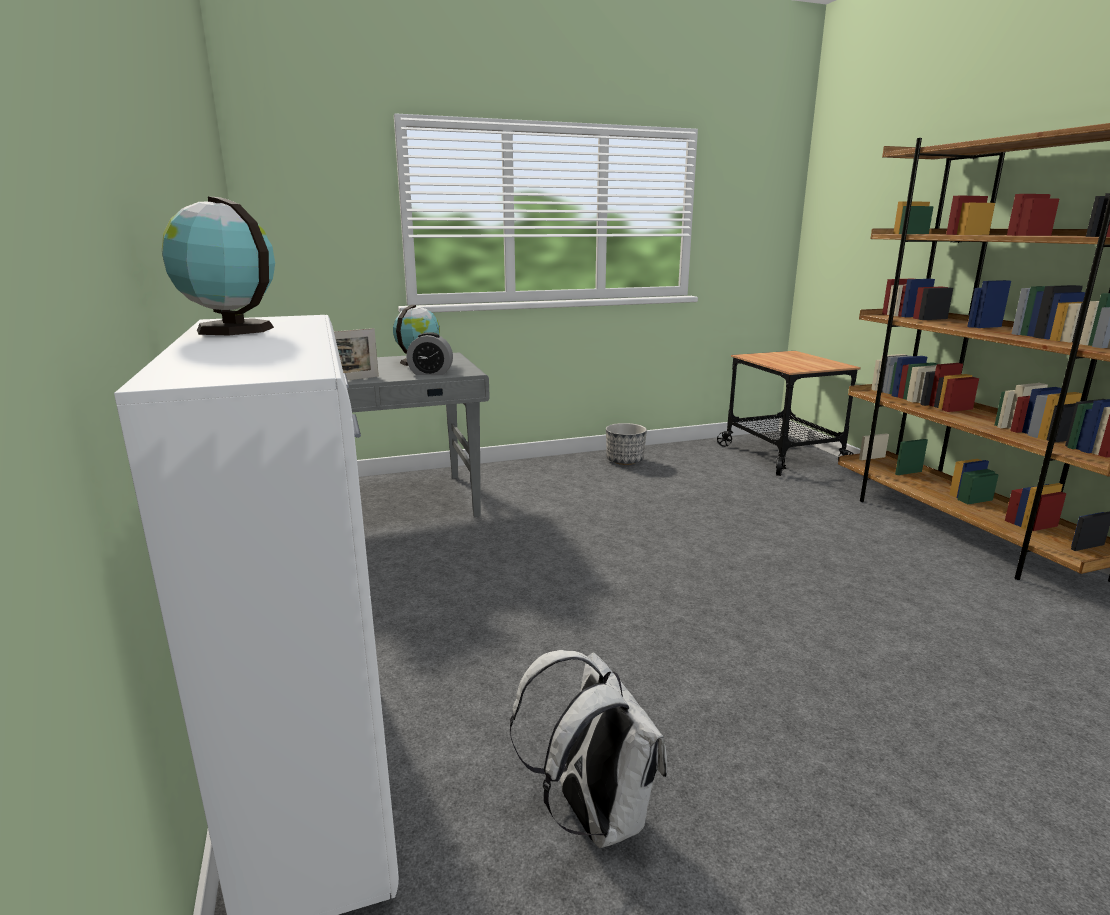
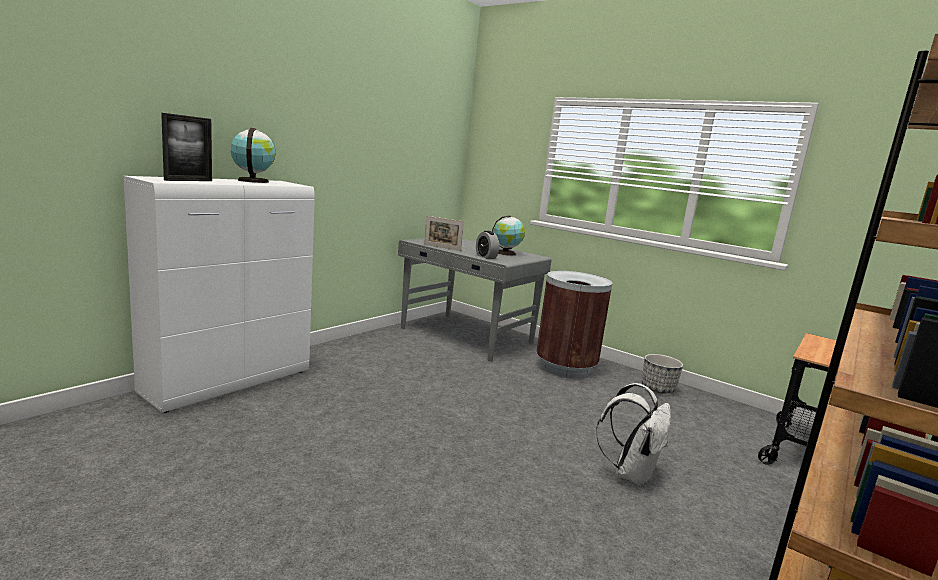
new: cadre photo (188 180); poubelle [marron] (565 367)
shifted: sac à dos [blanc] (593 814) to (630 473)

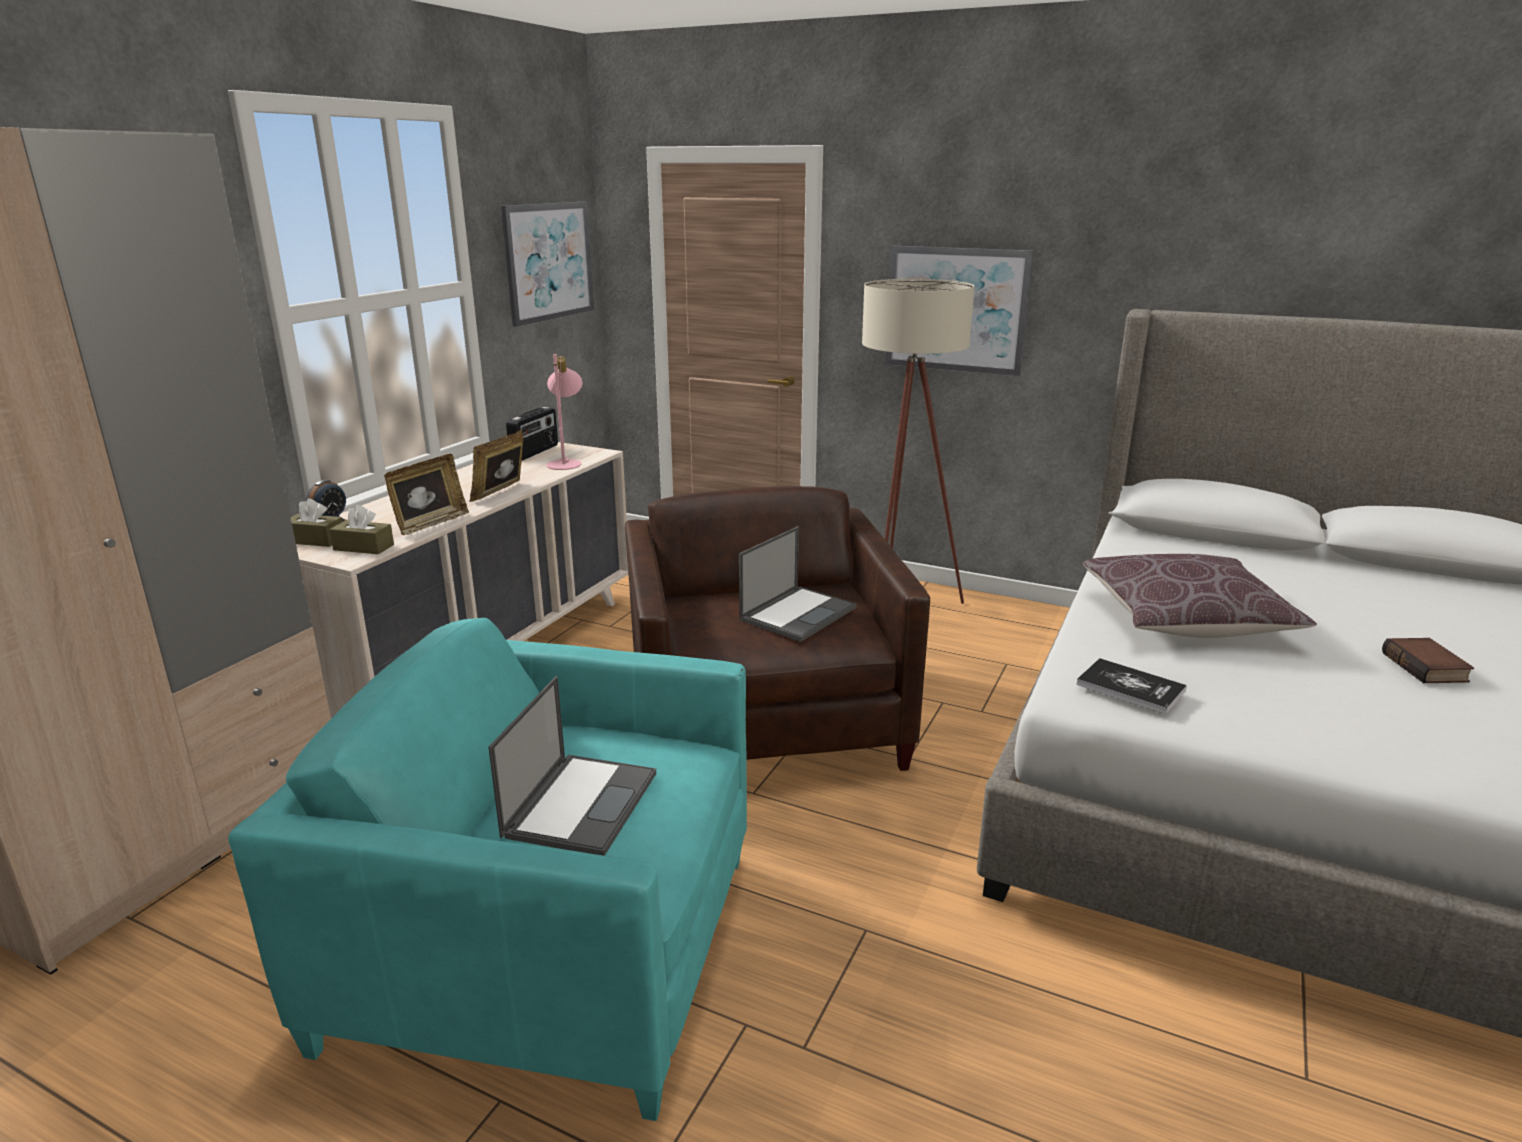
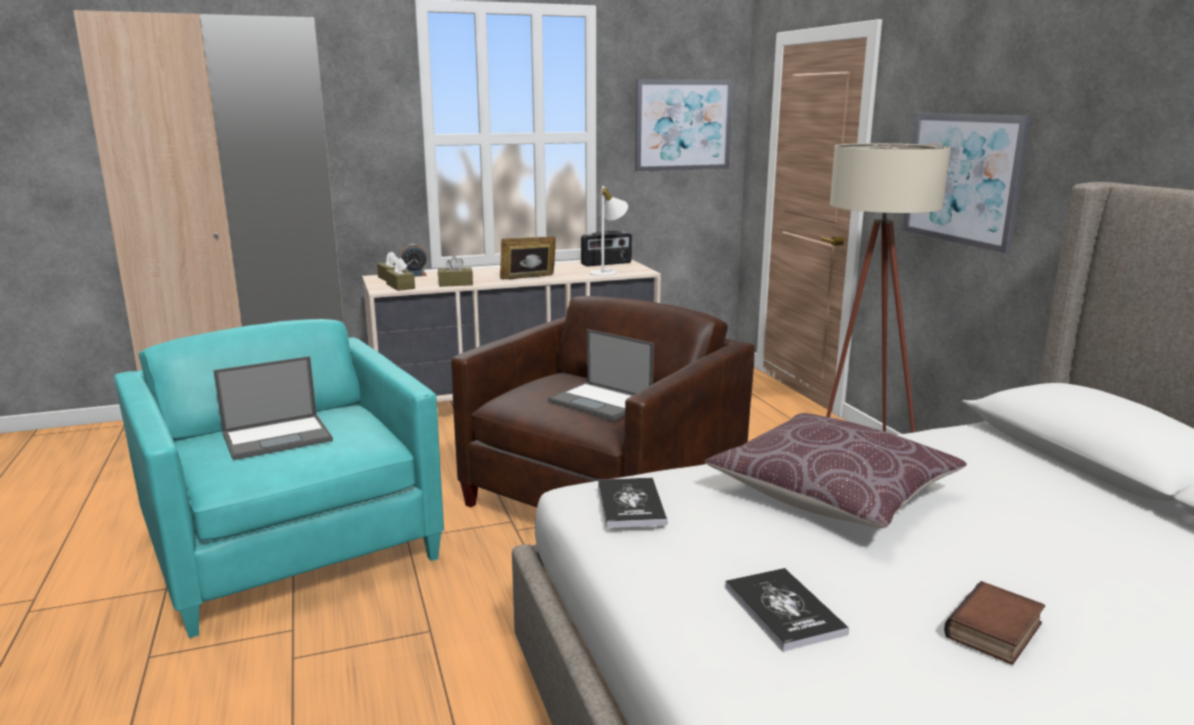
new: livre (783 610)
swapped: cadre photo (430 523) to boîte à mouchoirs [marron] (455 284)
repainted: lampe de table [rose] (566 463) to lampe de table [blanc] (607 272)
rotated: ordinateur portable (798 613) = (601 402) 45 degrees clockwise

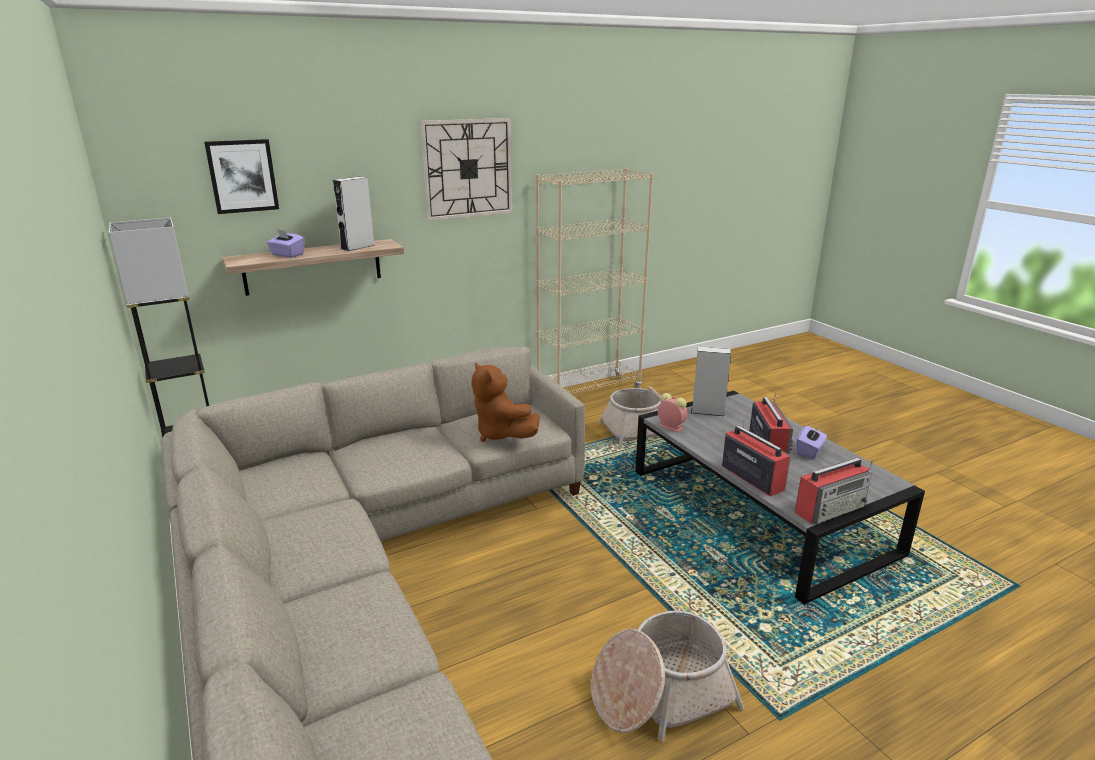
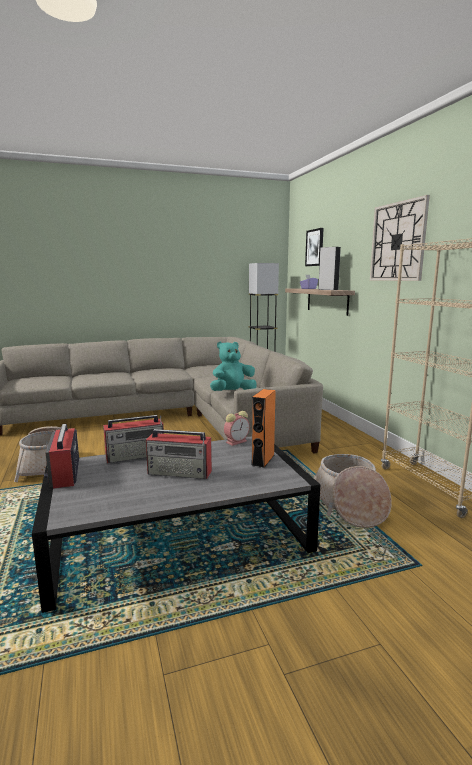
gone: boîte à mouchoirs [violet] (809 451)
repainted: peluche [marron] (501 434) to peluche [turquoise] (232 392); enceinte [gris] (707 412) to enceinte [orange] (263 460)

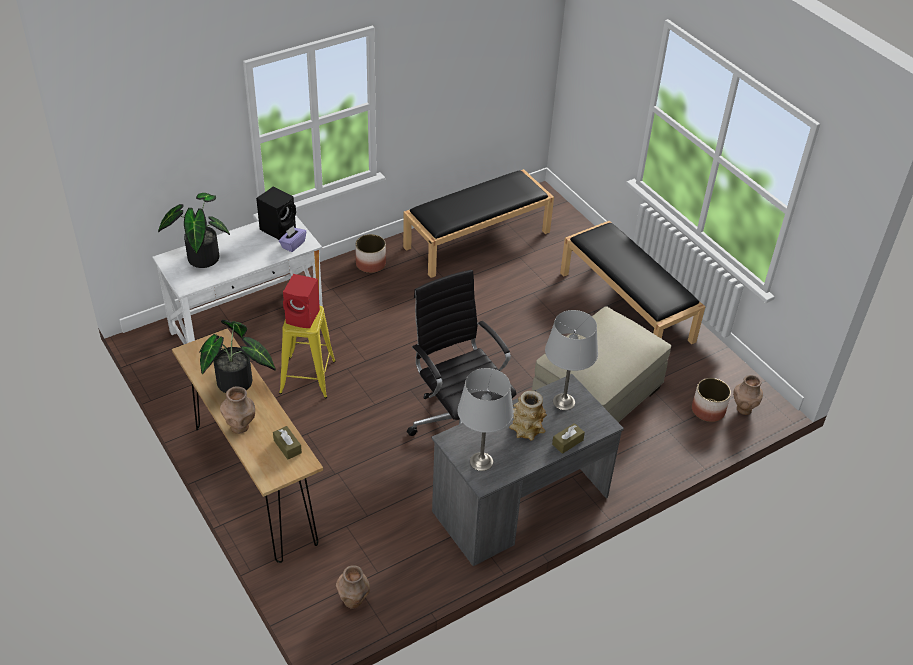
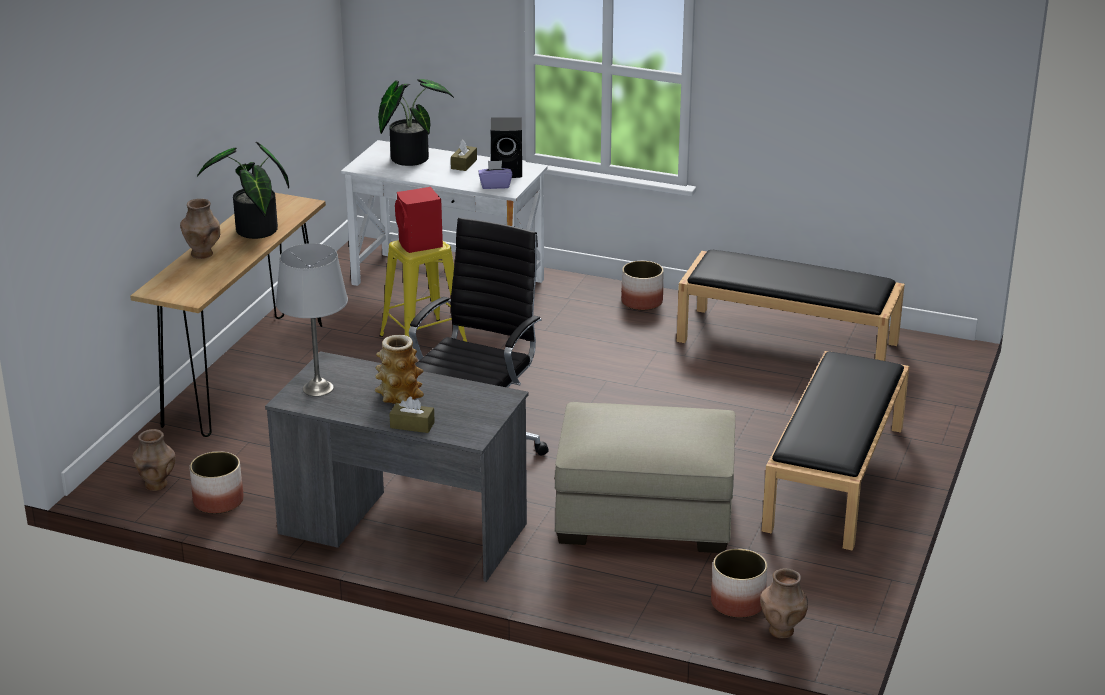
gone: lampe de table [gris] (563 402)
new: cache-pot (219 501)
shifted: boîte à mouchoirs [marron] (287 446) to (464 164)

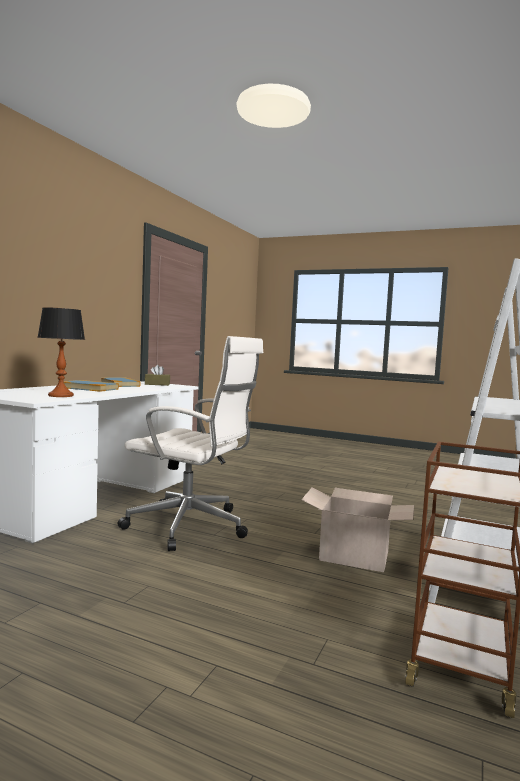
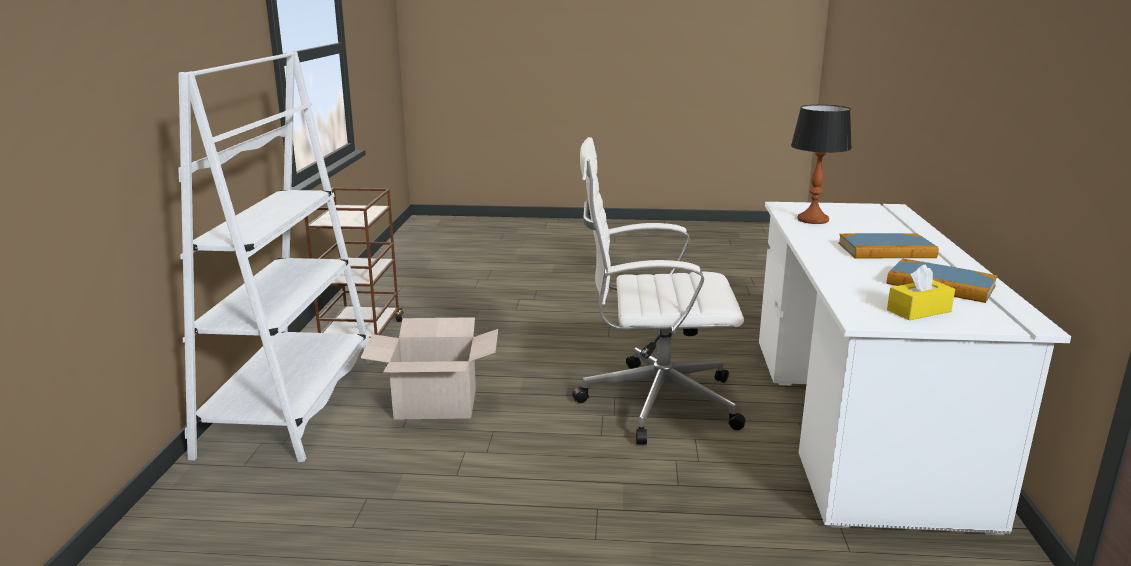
repainted: boîte à mouchoirs [marron] (157 384) to boîte à mouchoirs [jaune] (918 311)

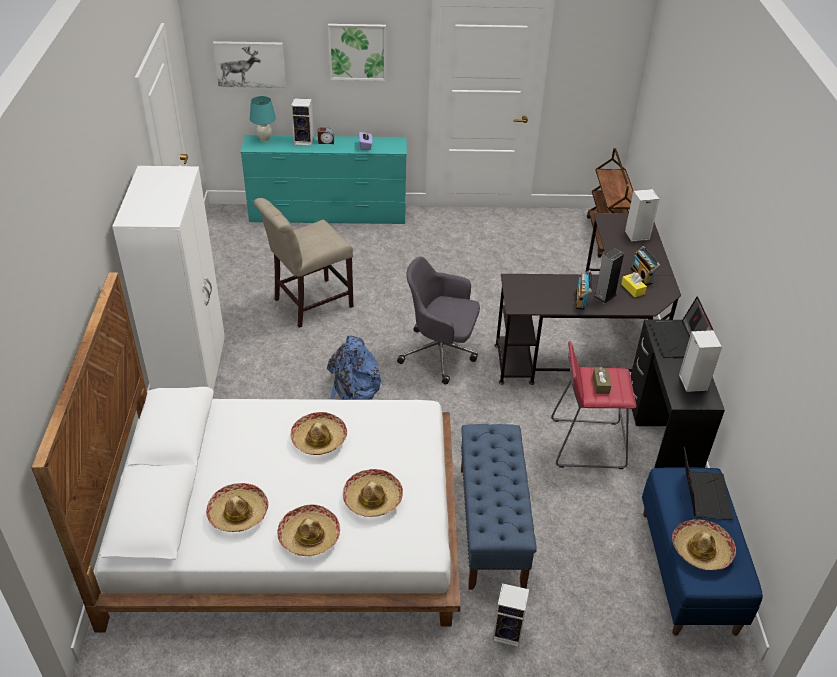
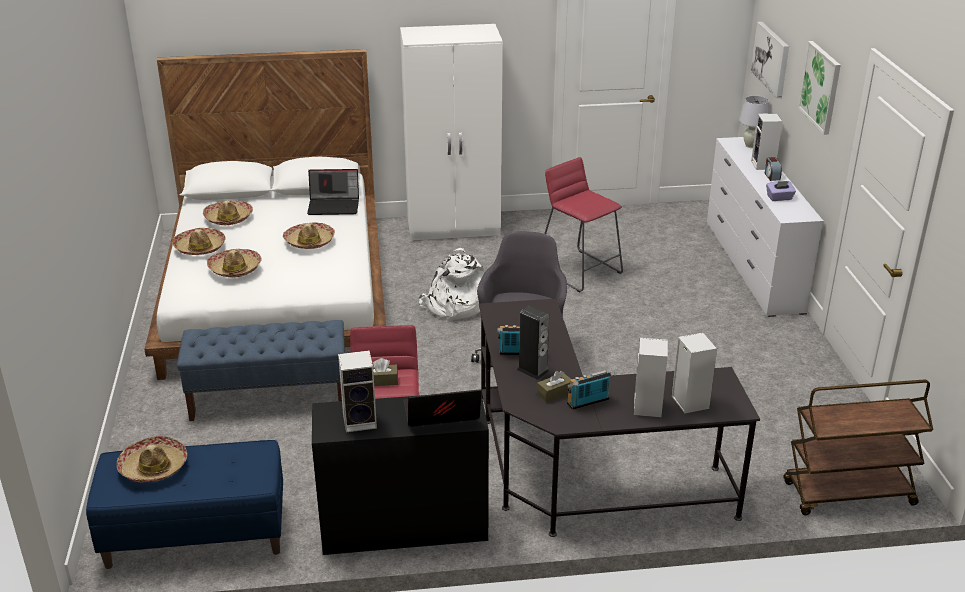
shifted: enceinte (509 633) to (648 408); ordinateur portable (702 494) to (334 206)
swapped: chaise [beige] (309 304) to tabouret [rouge] (579 271)
repainted: commode [turquoise] (328 215) to commode [blanc] (752 265); lampe de table [turquoise] (265 139) to lampe de table [blanc] (751 146); sac à dos [bleu] (352 389) to sac à dos [blanc] (453 307); boîte à mouchoirs [jaune] (632 289) to boîte à mouchoirs [marron] (554 393)

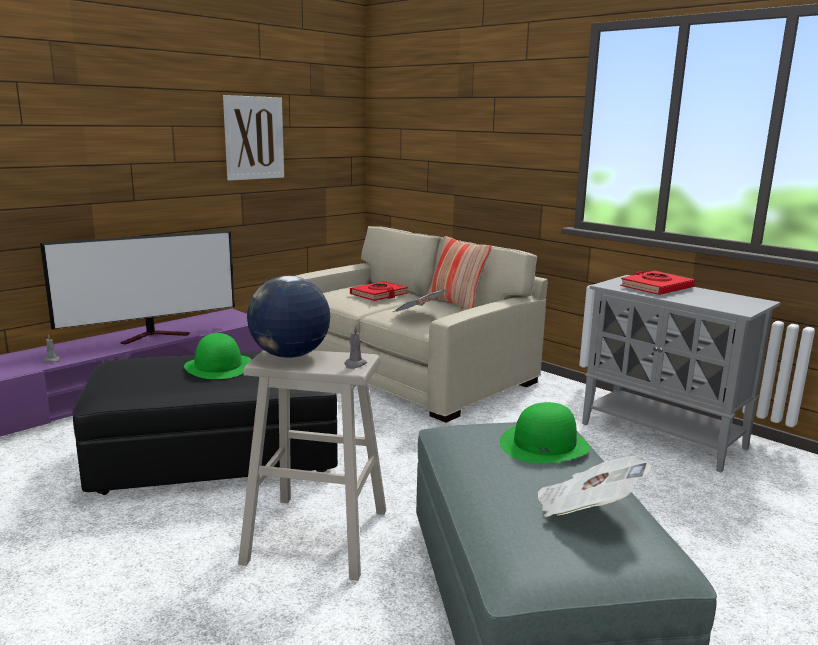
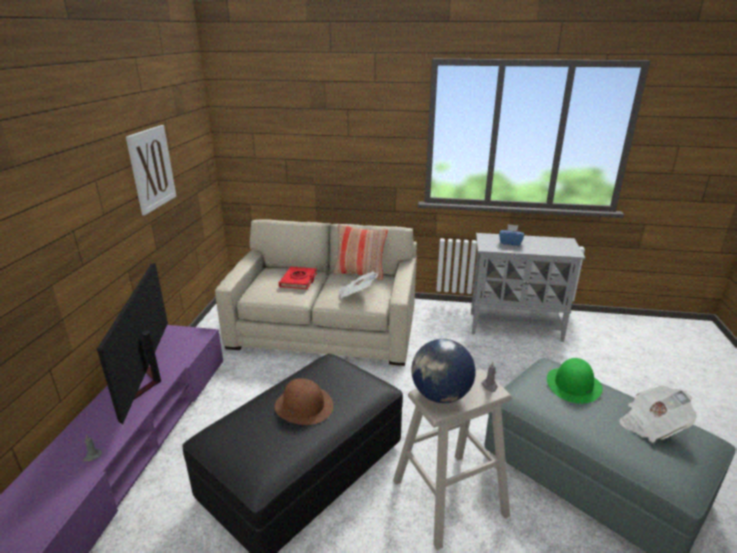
swapped: livre [rouge] (656 288) to boîte à mouchoirs [bleu] (510 242)
repainted: chapeau [vert] (219 366) to chapeau [marron] (304 406)
rotated: téléviseur (155 336) = (147 383) 150 degrees clockwise

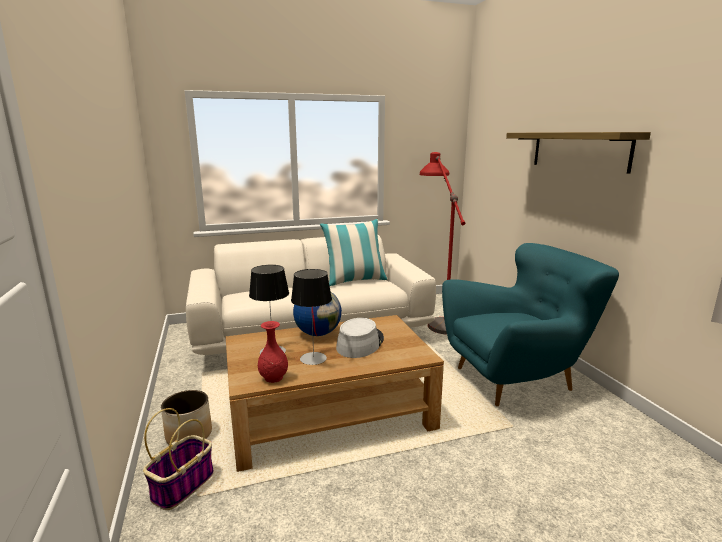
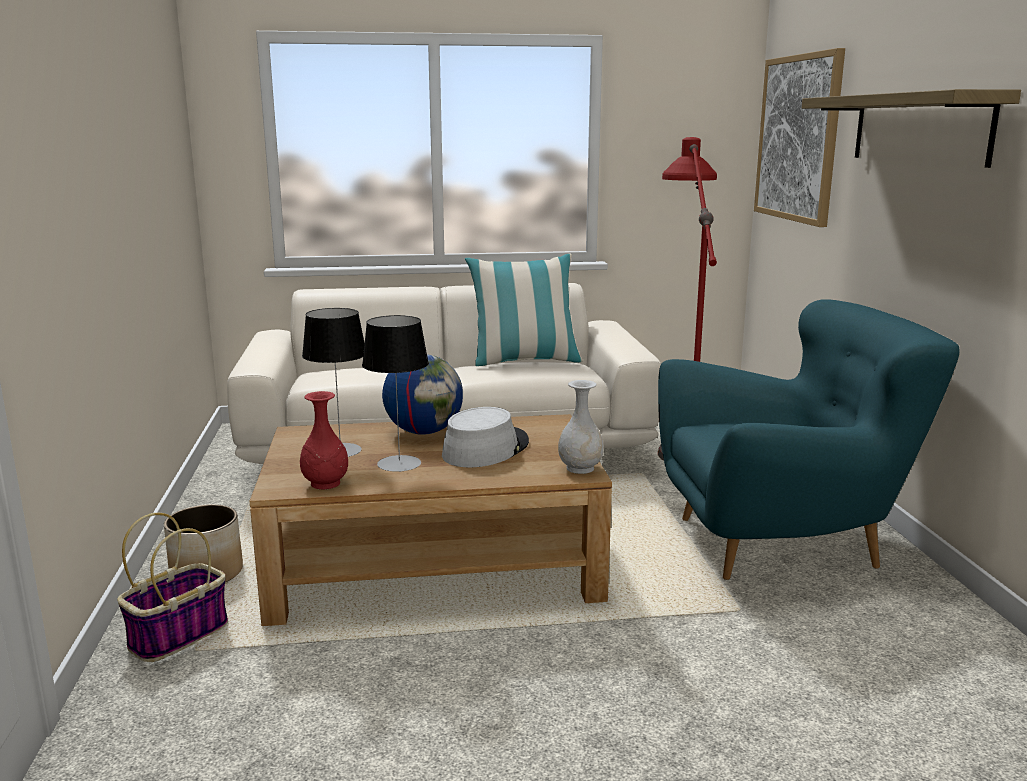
new: vase [blanc] (580 468); tableau (798 138)

